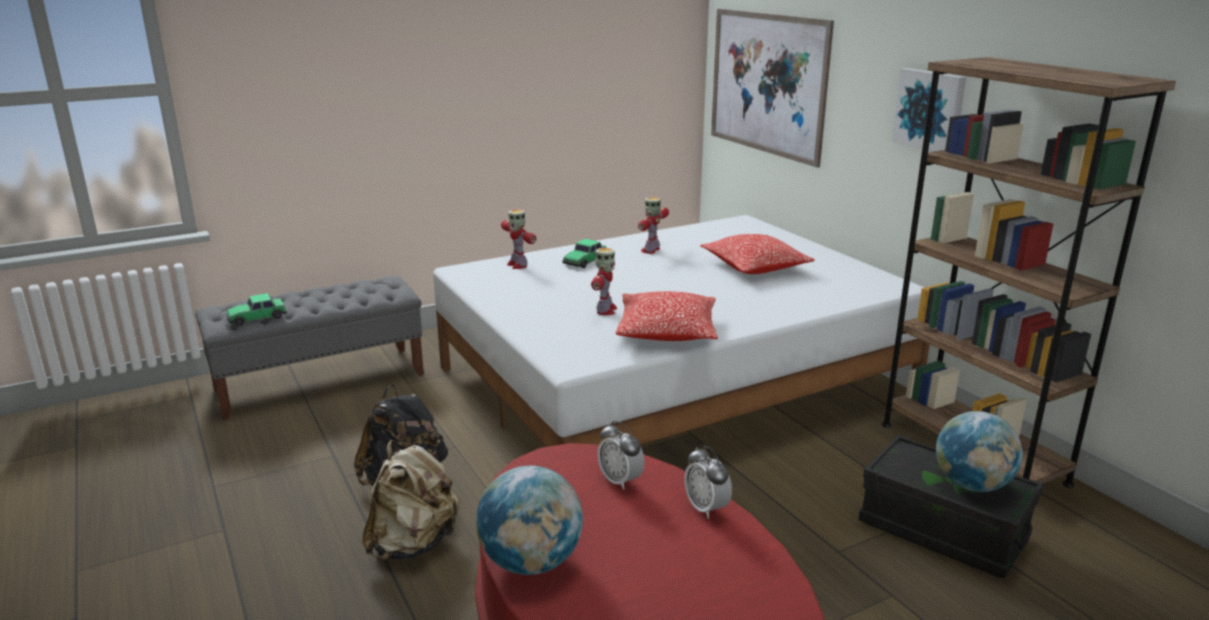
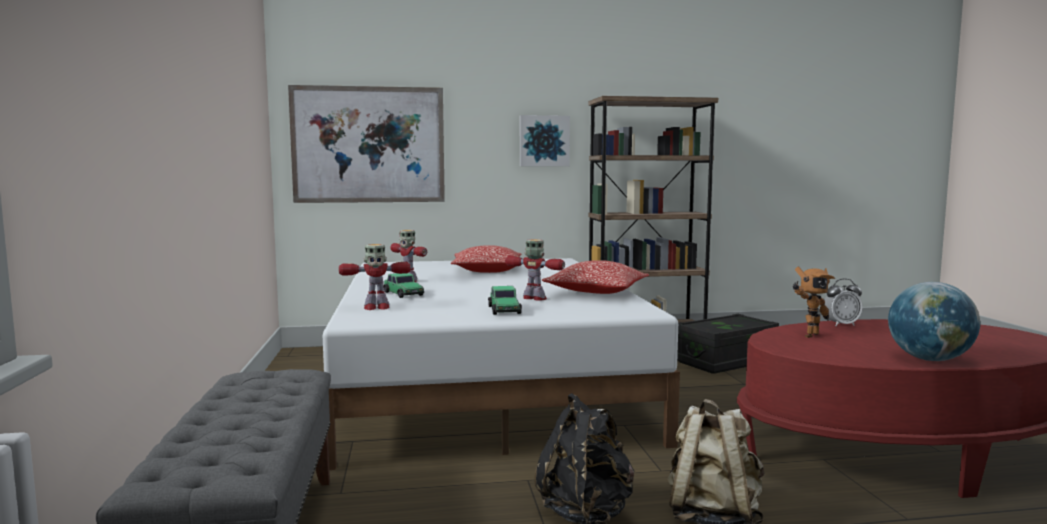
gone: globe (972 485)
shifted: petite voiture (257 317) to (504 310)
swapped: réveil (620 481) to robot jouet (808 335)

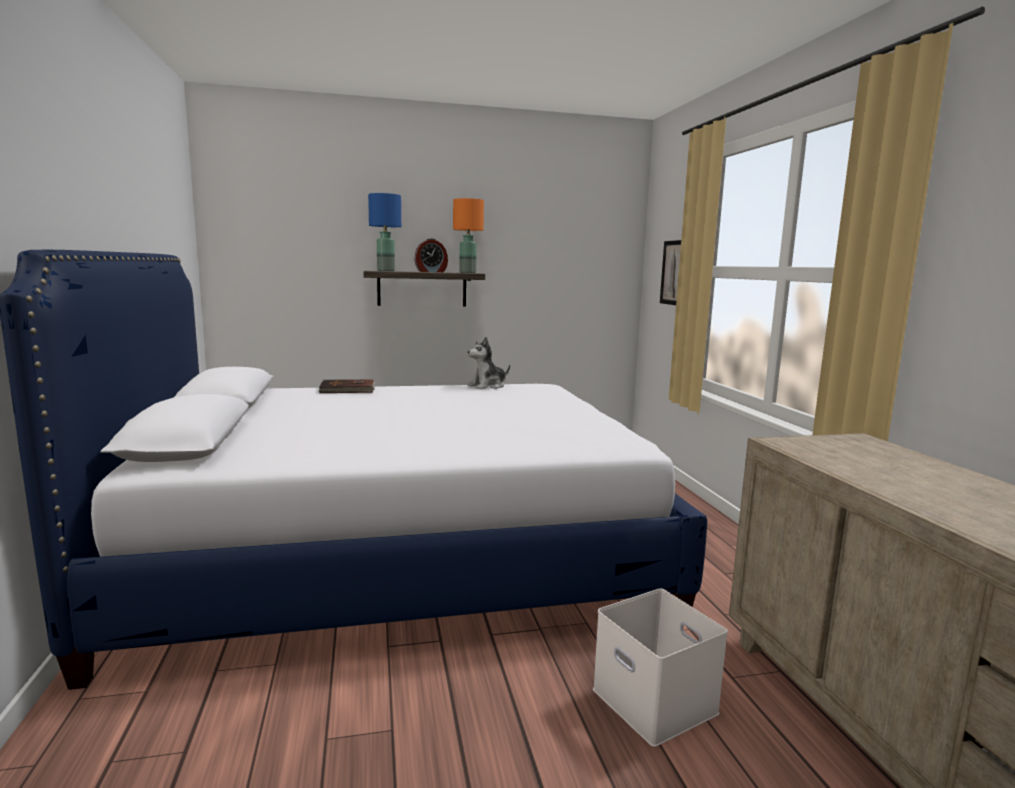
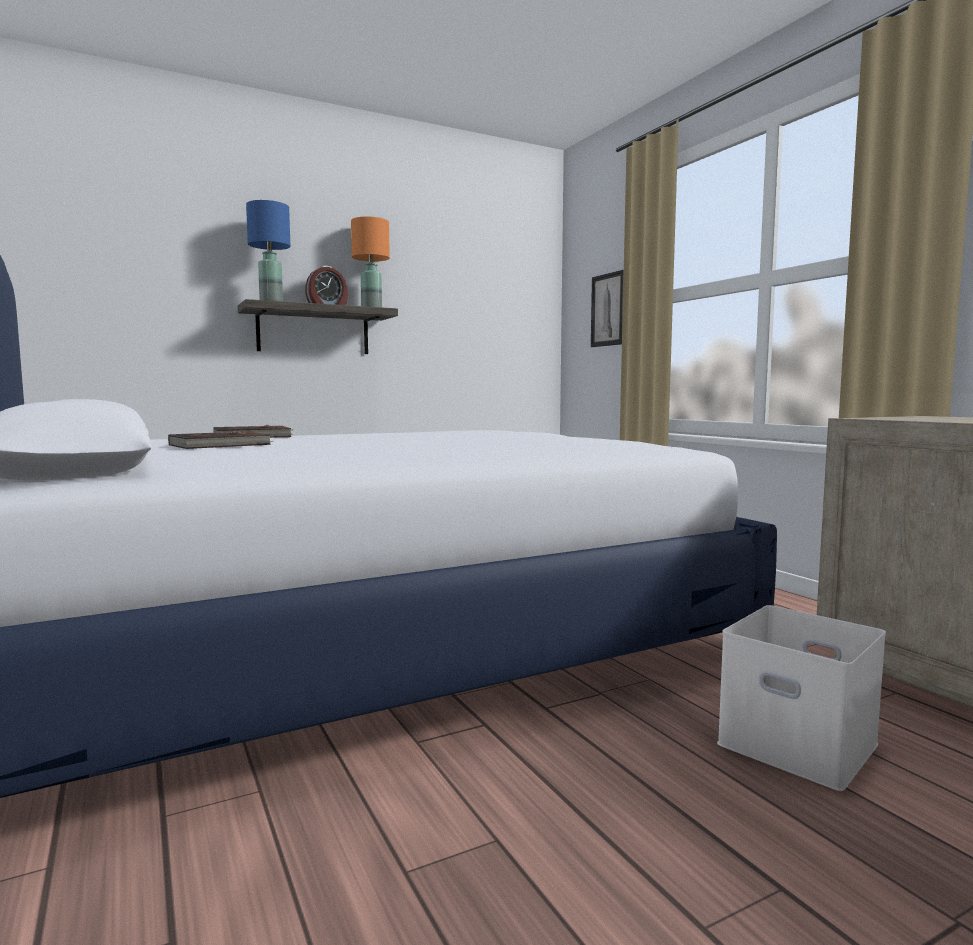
gone: peluche (488 386)
new: livre [marron] (221 445)

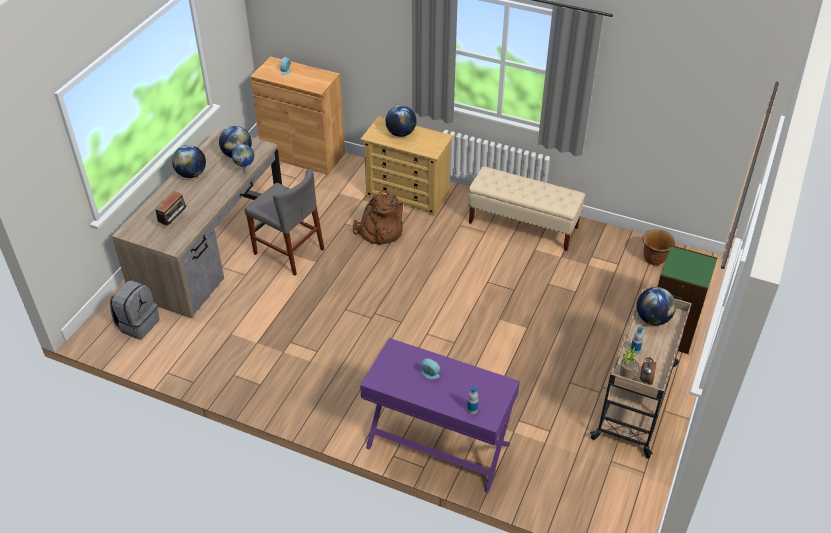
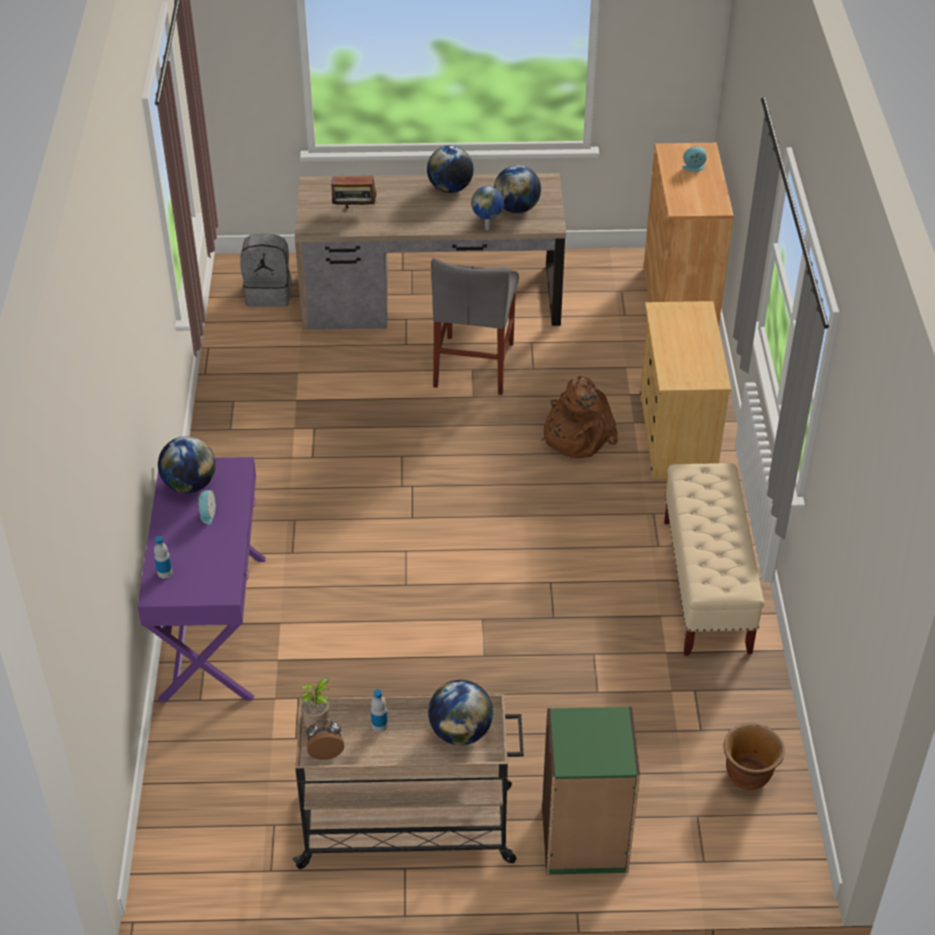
shifted: globe (401 133) to (189 485)

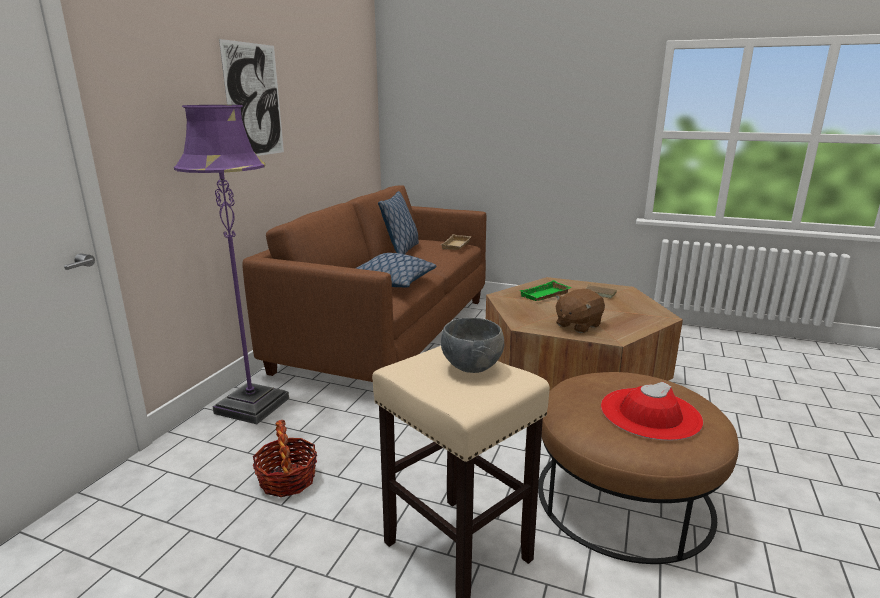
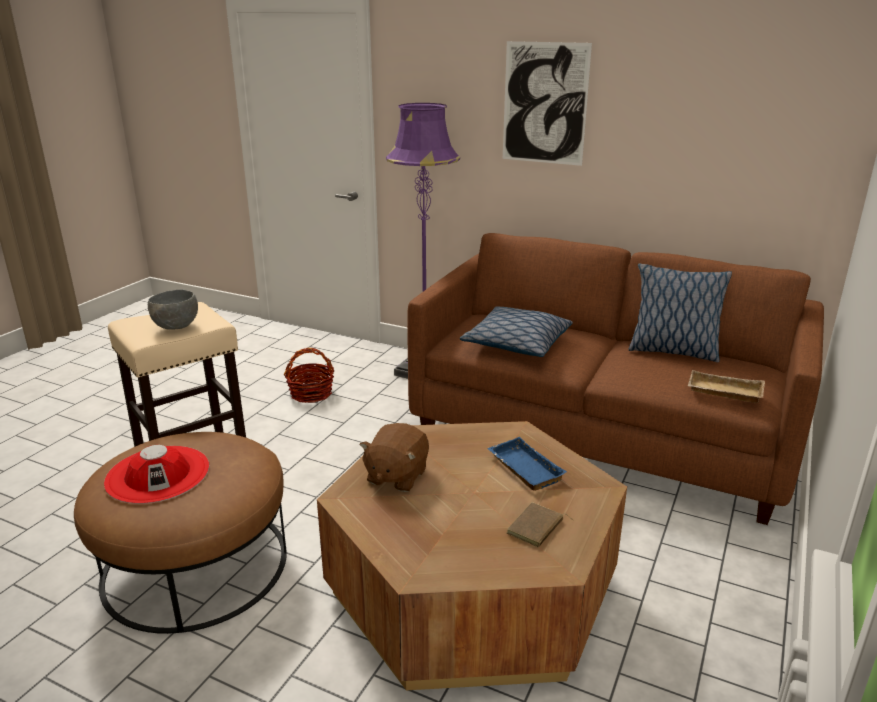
repainted: plateau [vert] (545 295) to plateau [bleu] (523 469)
rotated: peluche [marron] (577 325) = (396 476) 120 degrees counterclockwise

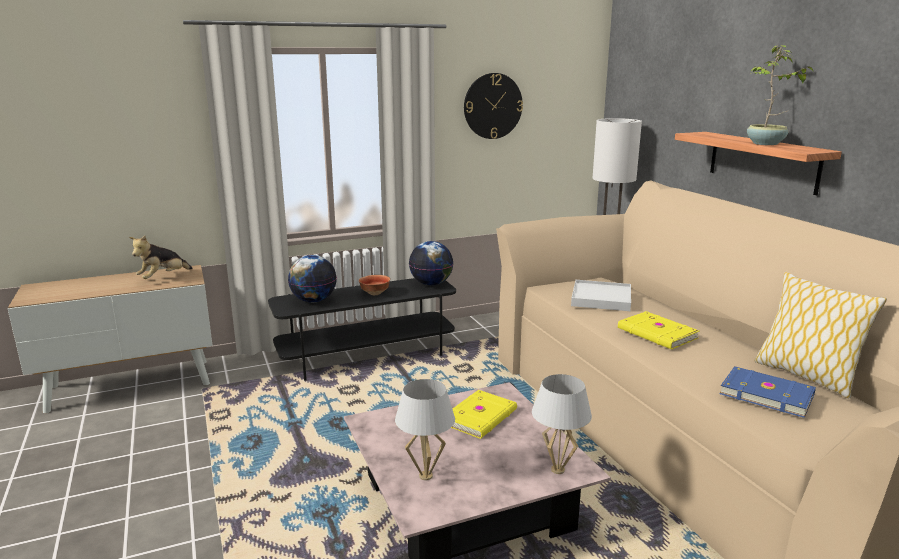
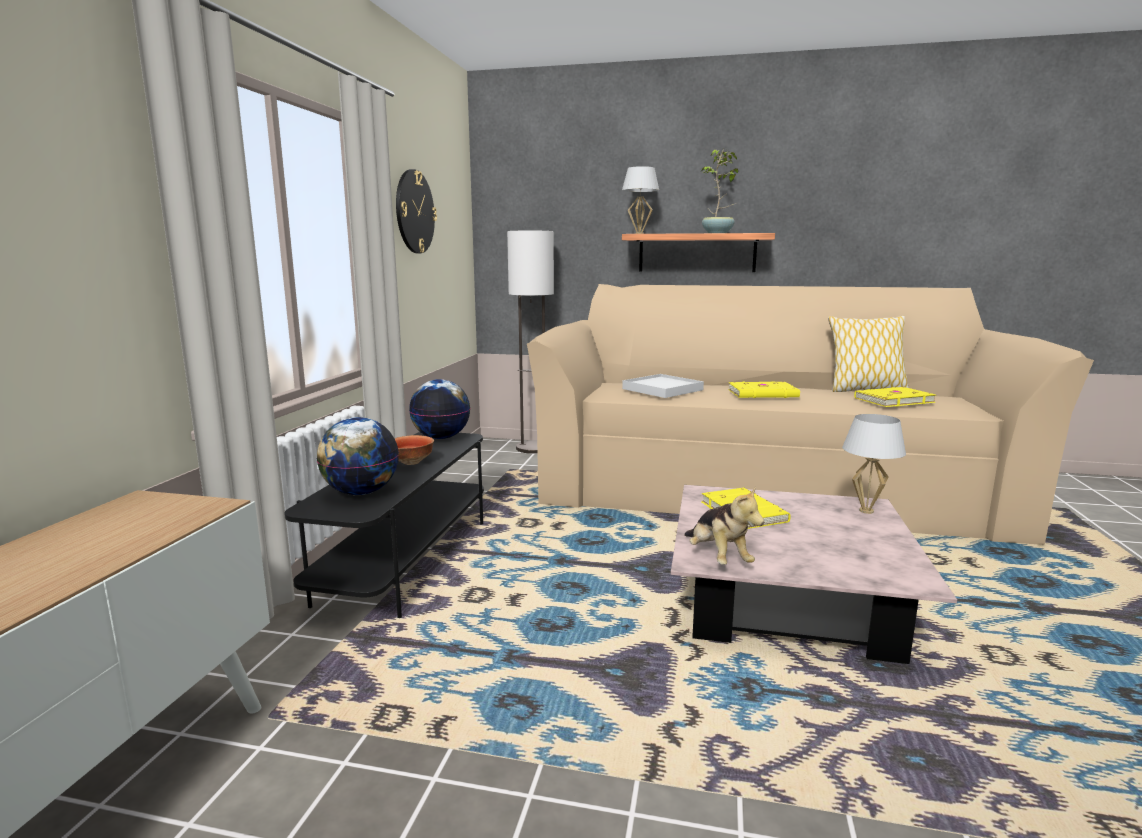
shifted: peluche (163 278) to (718 558); lampe de table [blanc] (425 476) to (639 233)
repainted: livre [bleu] (766 394) to livre [jaune] (892 400)

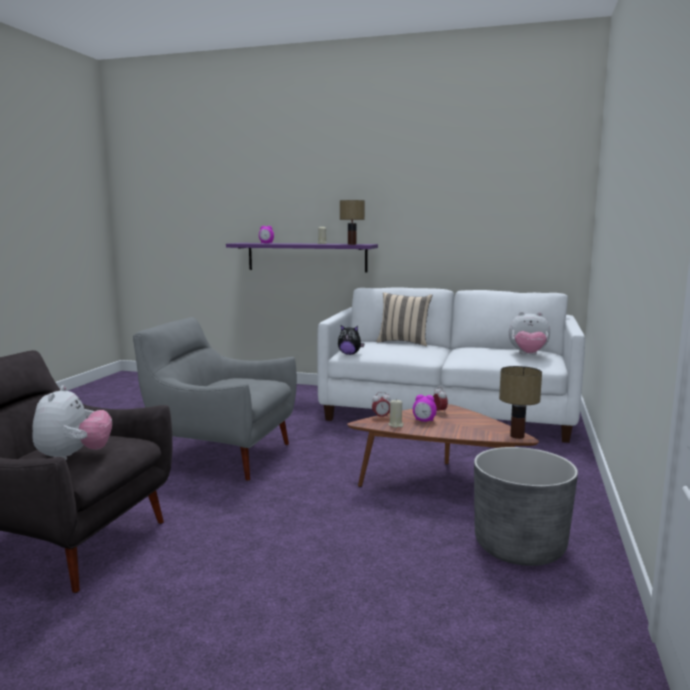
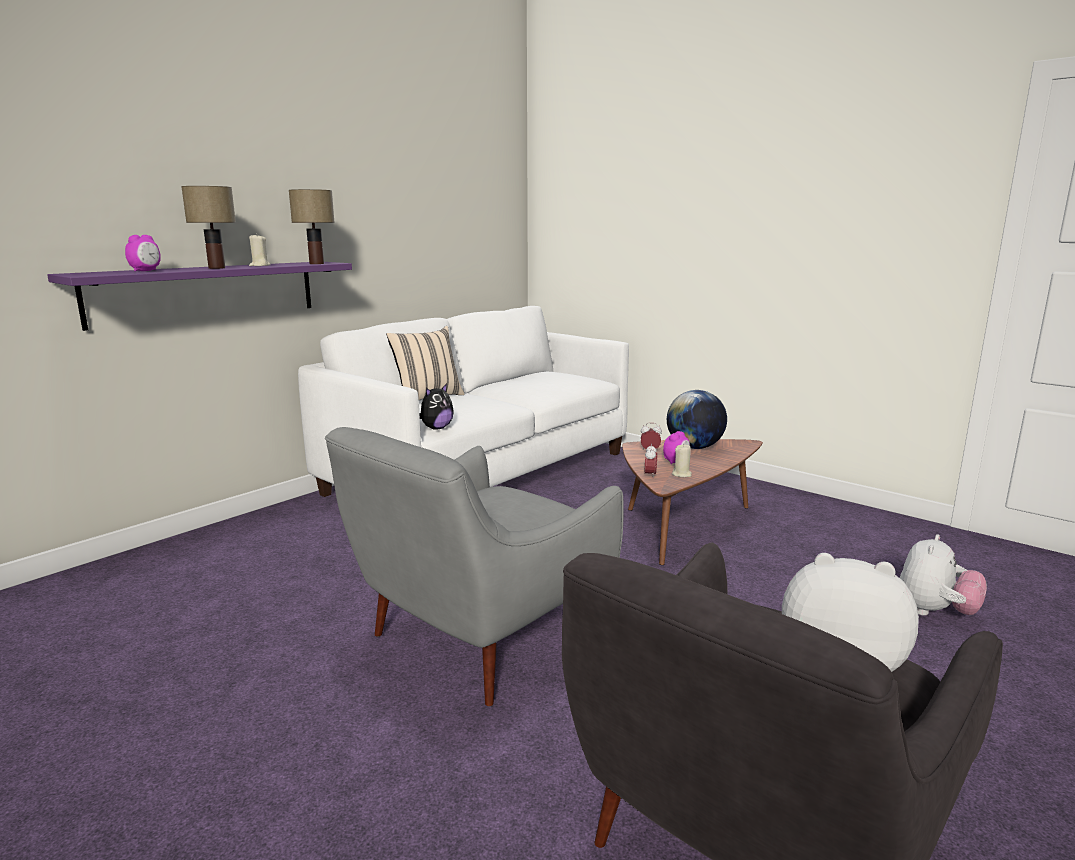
gone: cache-pot [gris] (519 546)
new: globe (694 447)
shifted: lampe de table (517 436) to (216 268); peluche (528 355) to (934 612)

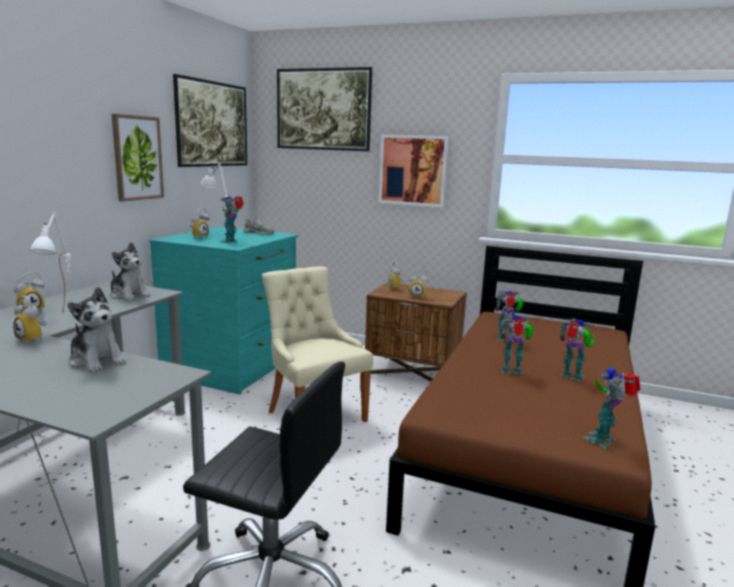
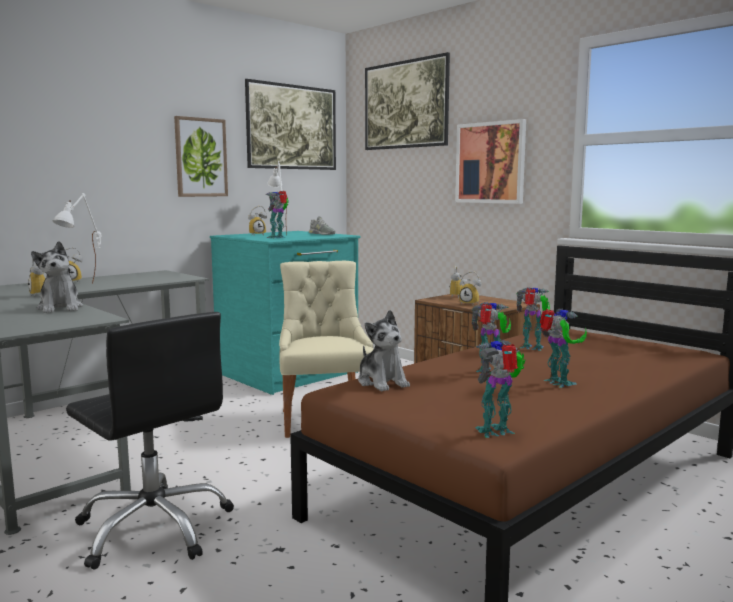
shifted: peluche (129 295) to (382 382)

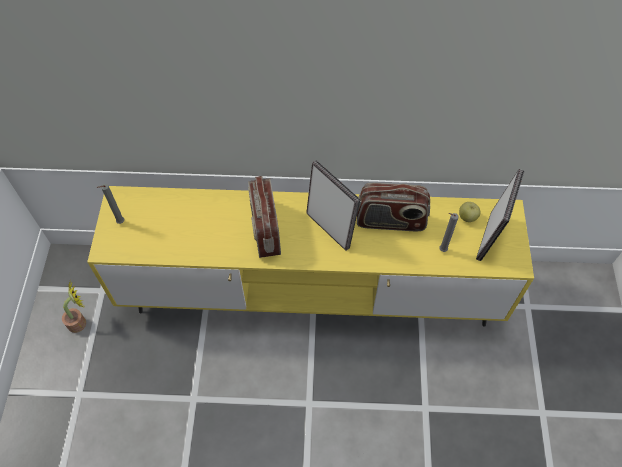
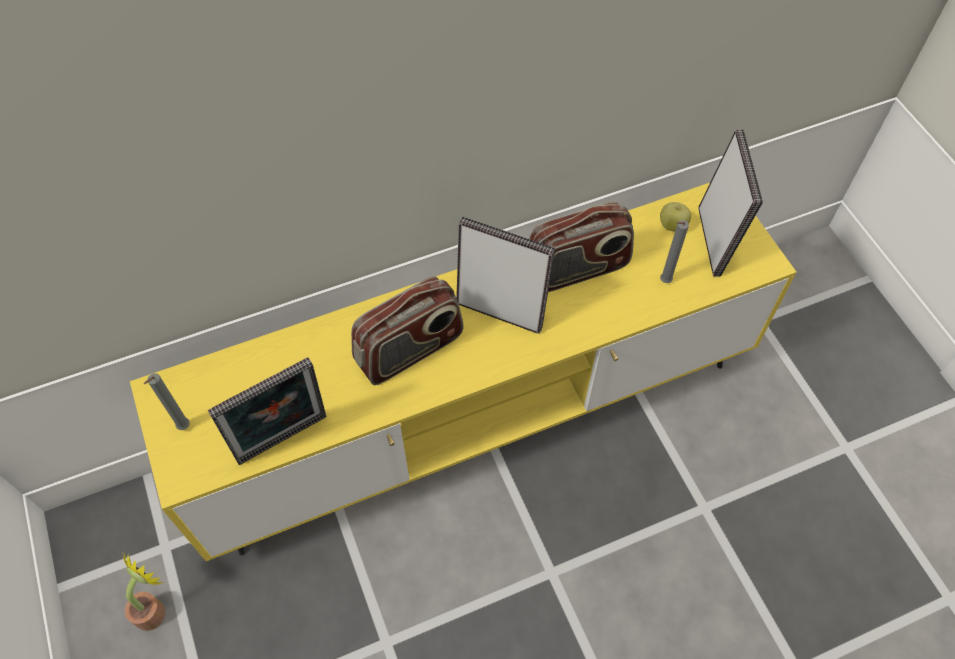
new: cadre photo (284 442)
rotated: radio (265 230) = (410 350) 90 degrees counterclockwise

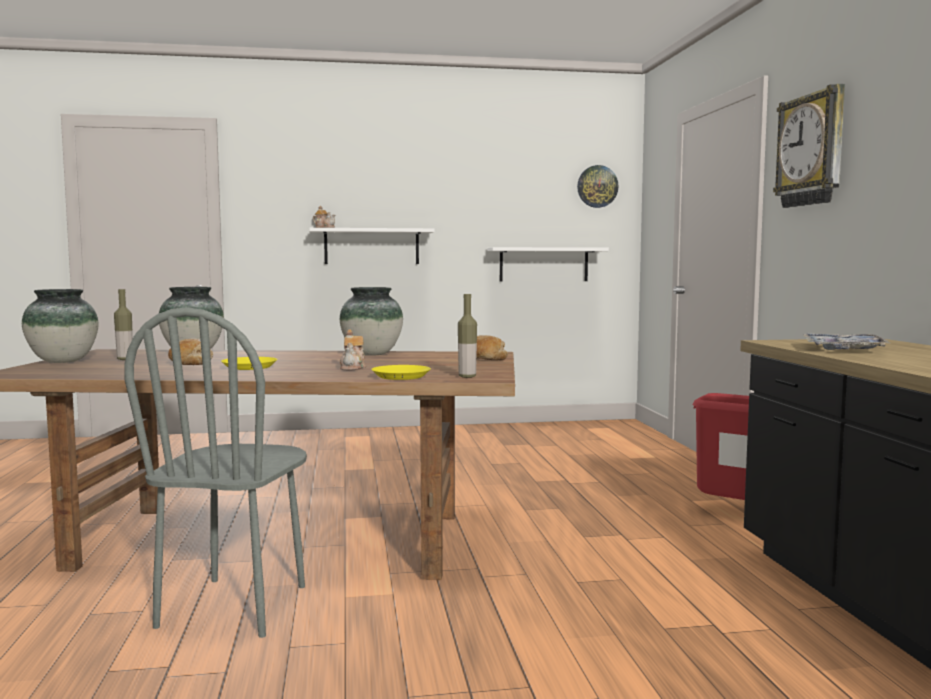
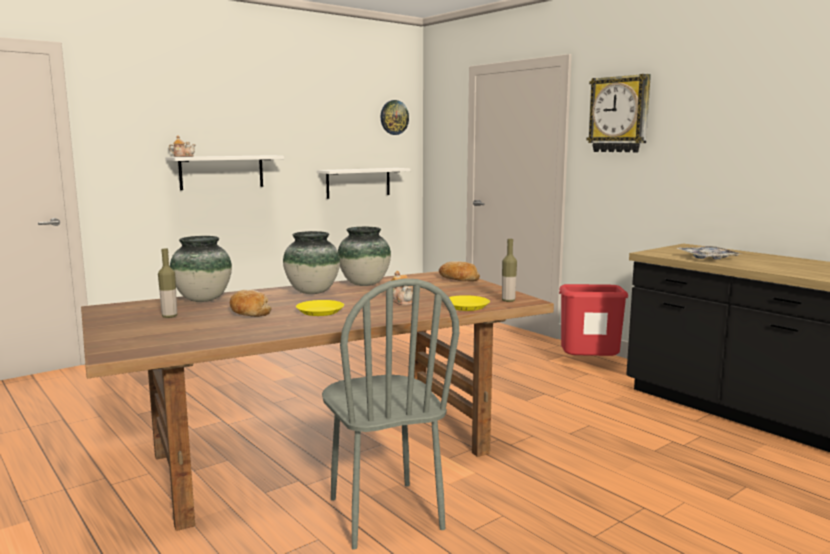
shifted: vase (63 361) to (312 292)

